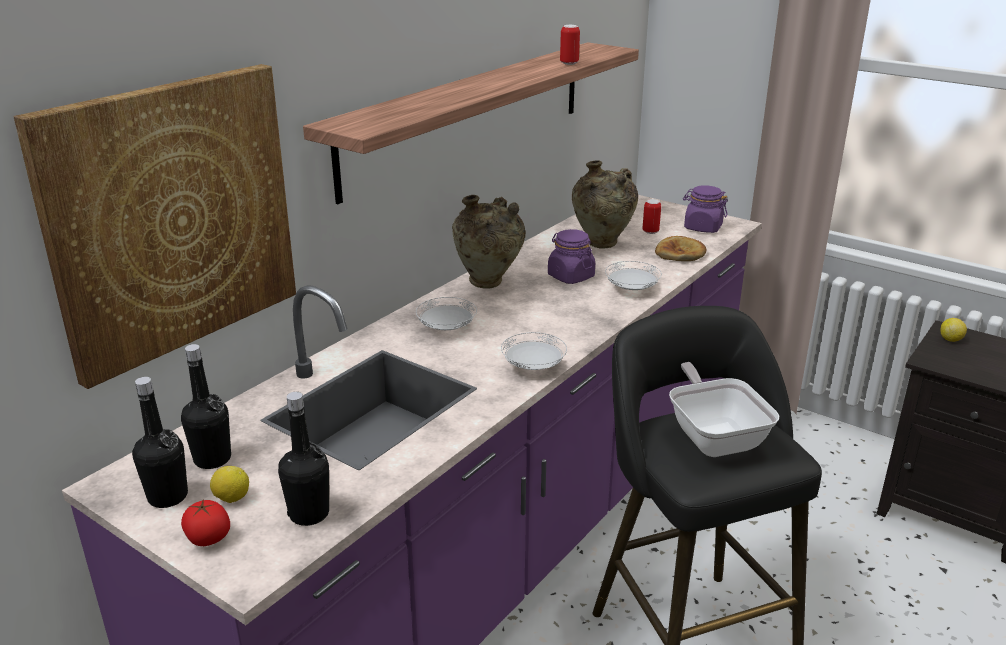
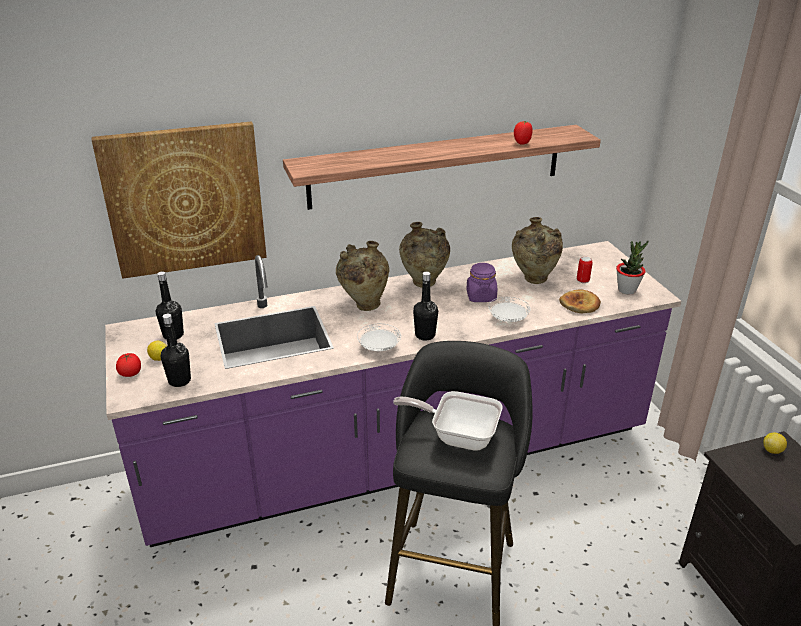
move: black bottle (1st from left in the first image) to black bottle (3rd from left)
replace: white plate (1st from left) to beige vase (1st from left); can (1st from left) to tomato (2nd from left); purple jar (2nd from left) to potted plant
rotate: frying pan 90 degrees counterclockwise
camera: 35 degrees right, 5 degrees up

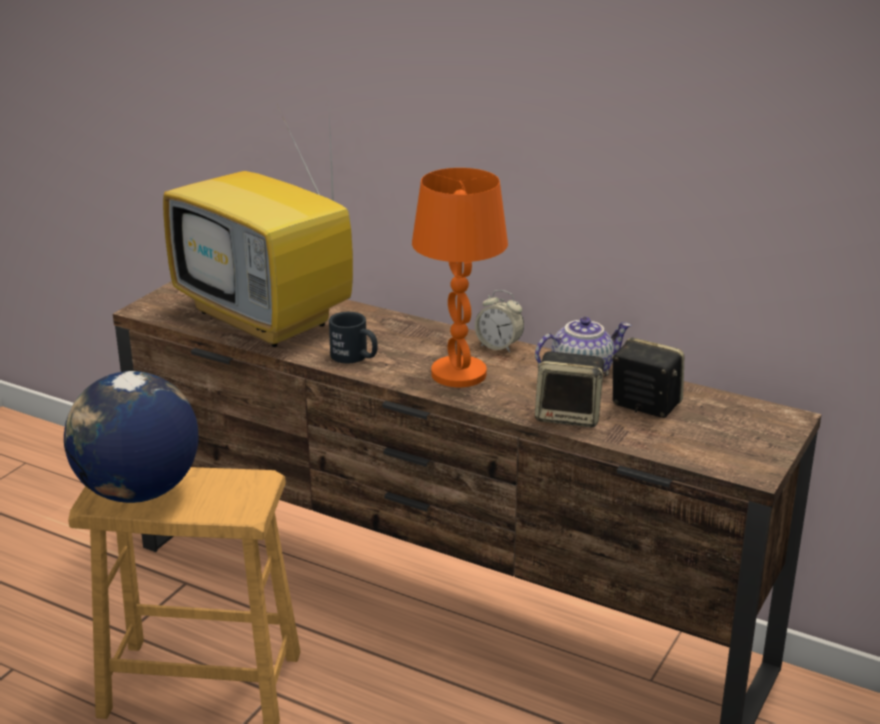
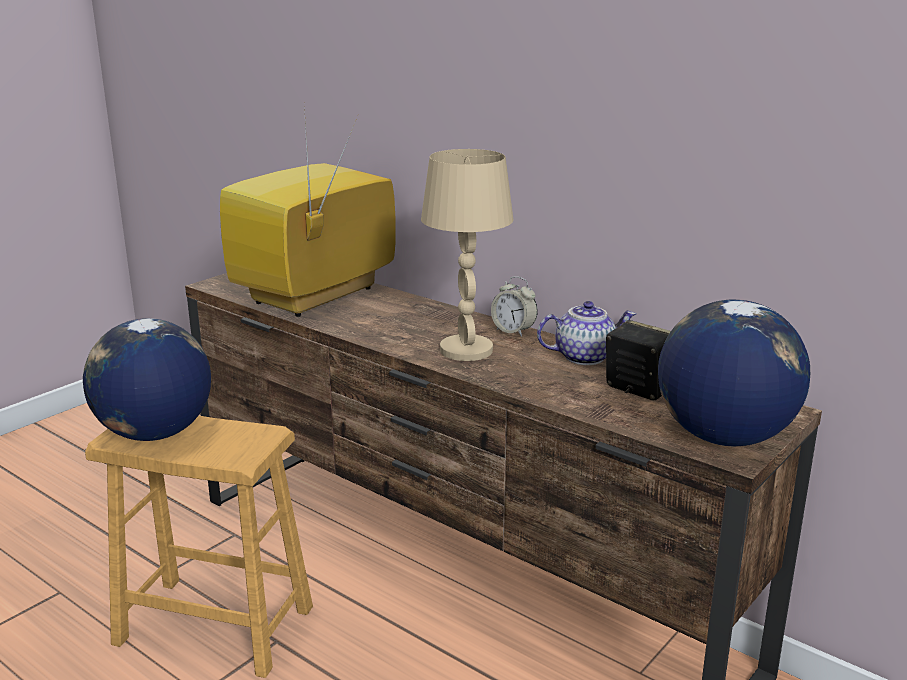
delete: black mug; speaker (1st from left)
insert: globe (2nd from left)
recolor: orange table lamp to beige table lamp
rotate: television 75 degrees clockwise
camera: 10 degrees right, 5 degrees down

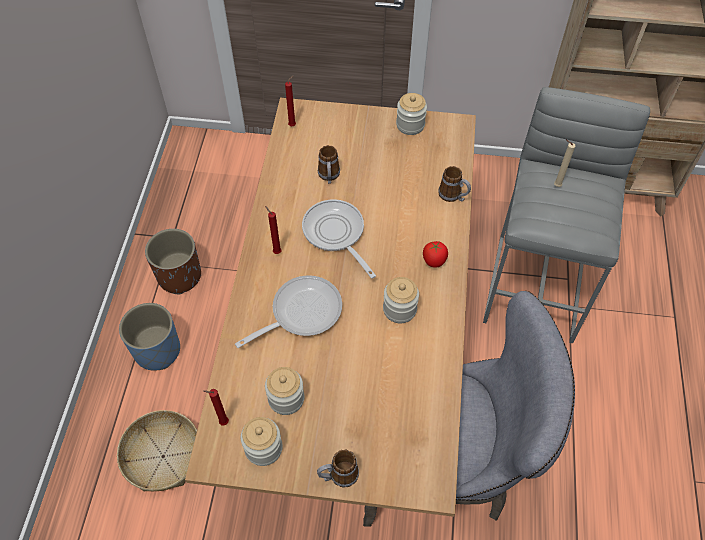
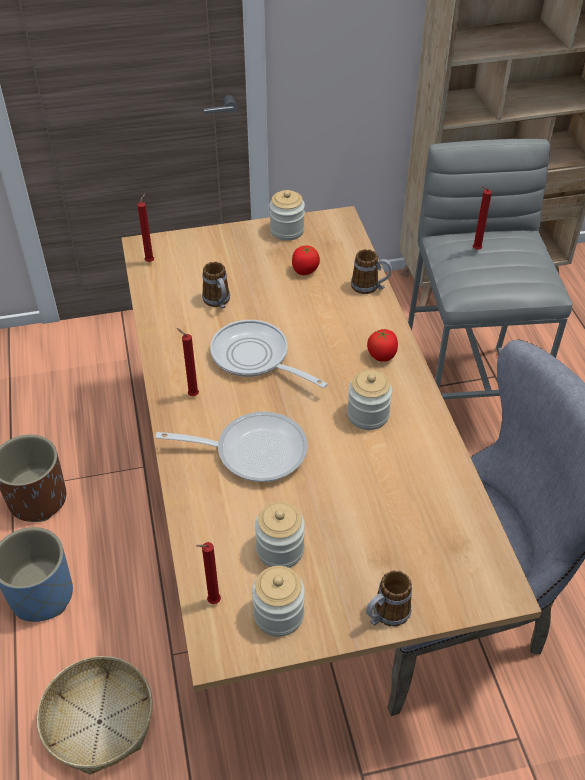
insert: tomato (1st from left)
recolor: beige candle to red candle (4th from left)
rotate: frying pan (1st from left) 60 degrees clockwise
camera: 20 degrees left, 10 degrees down

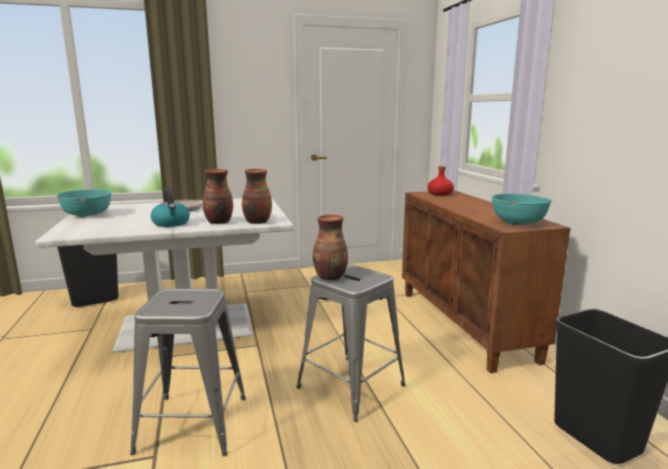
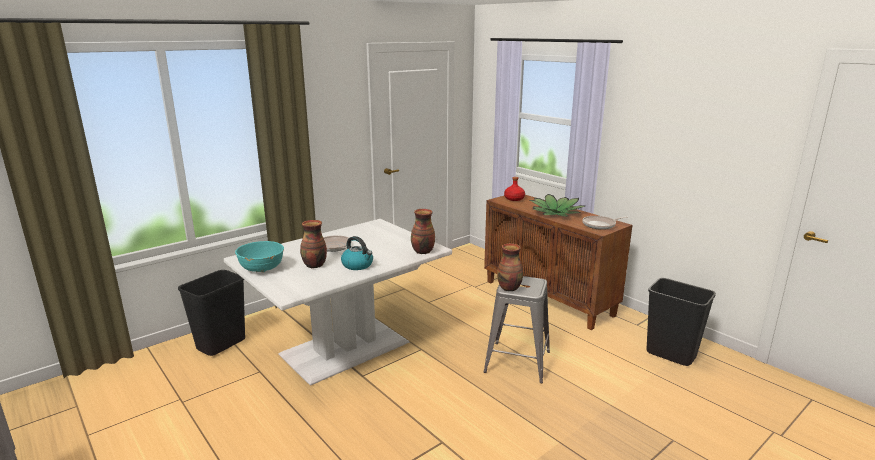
delete: grey stool (1st from left)
insert: potted plant
move: vase (1st from left)
replace: turquoise bowl (2nd from left) to frying pan (2nd from left)
camera: 25 degrees left, 5 degrees up

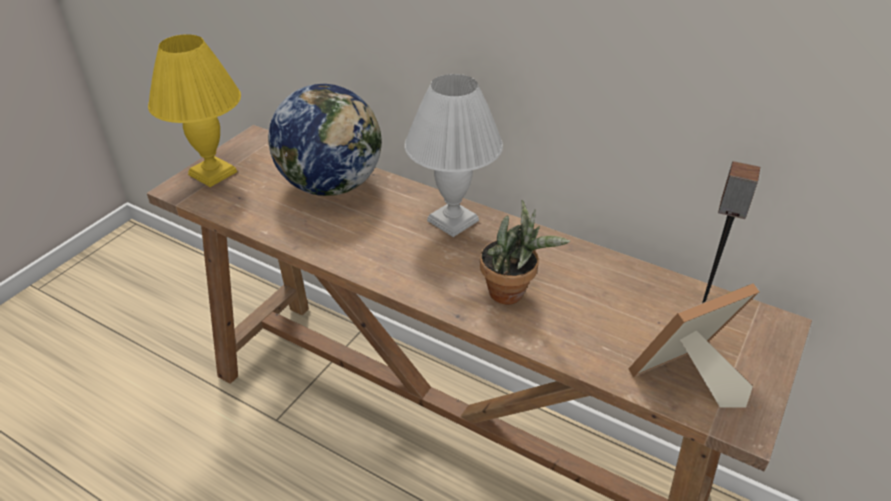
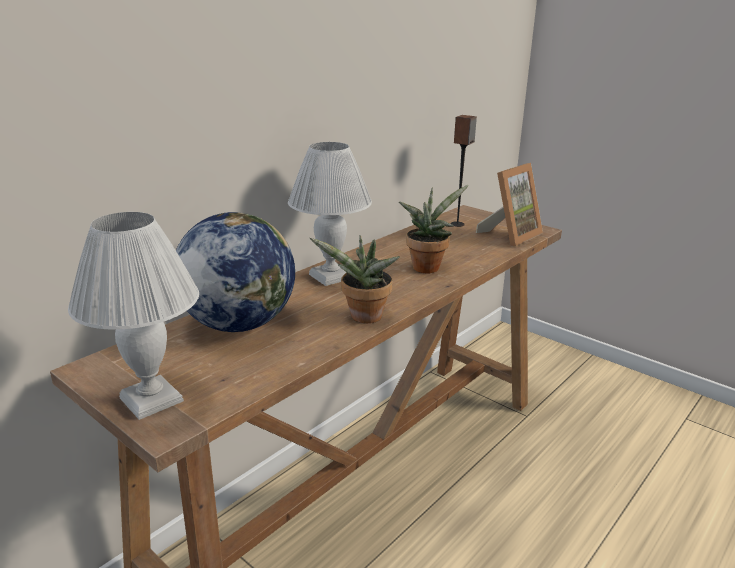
insert: potted plant (1st from left)
recolor: yellow table lamp to white table lamp (1st from left)
rotate: picture frame 120 degrees counterclockwise
camera: 80 degrees left, 15 degrees down

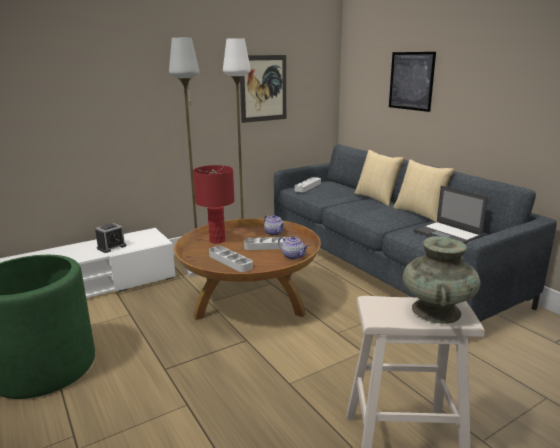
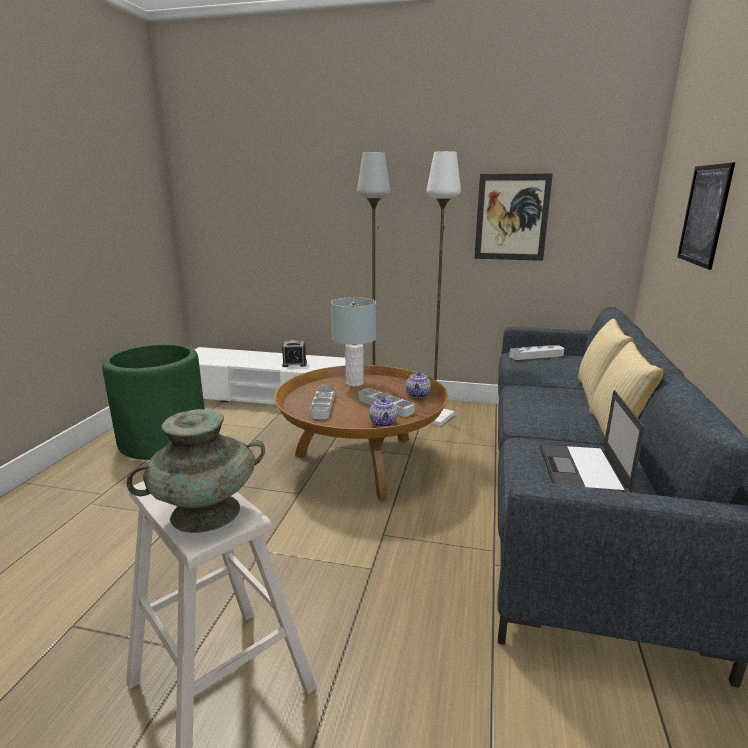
recolor: red table lamp to grey table lamp
camera: 45 degrees right, 0 degrees up

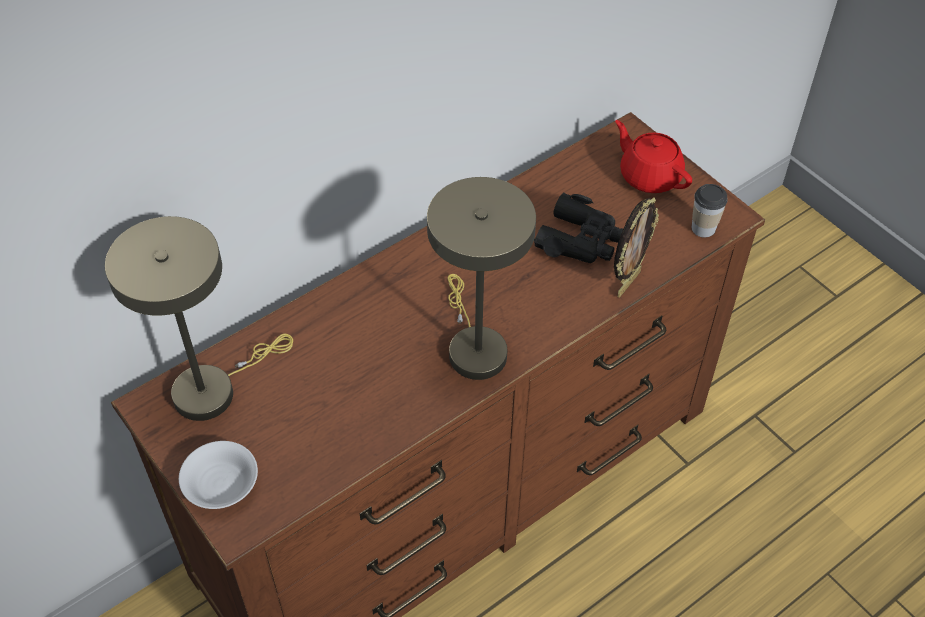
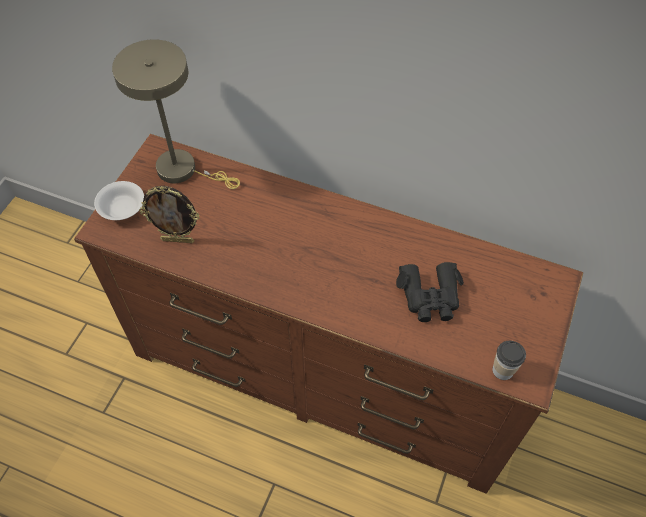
delete: beige table lamp (2nd from left); red teapot
move: picture frame
camera: 60 degrees right, 5 degrees up

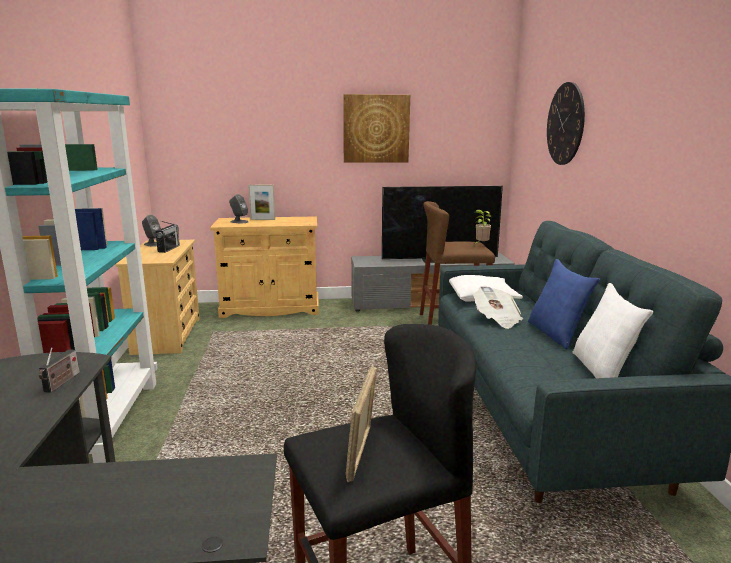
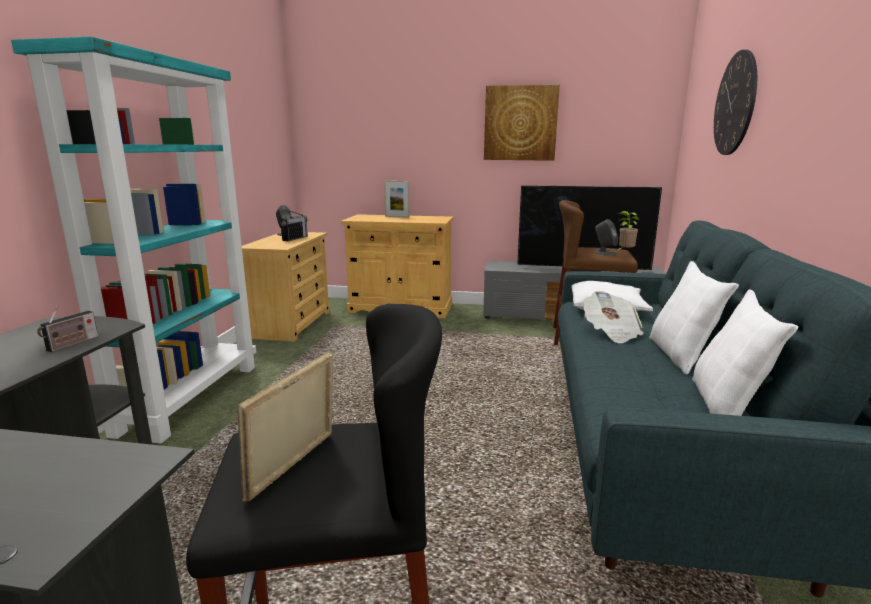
move: grey speaker (2nd from left)
recolor: blue pillow to white pillow (2nd from left)
camera: 15 degrees right, 0 degrees up

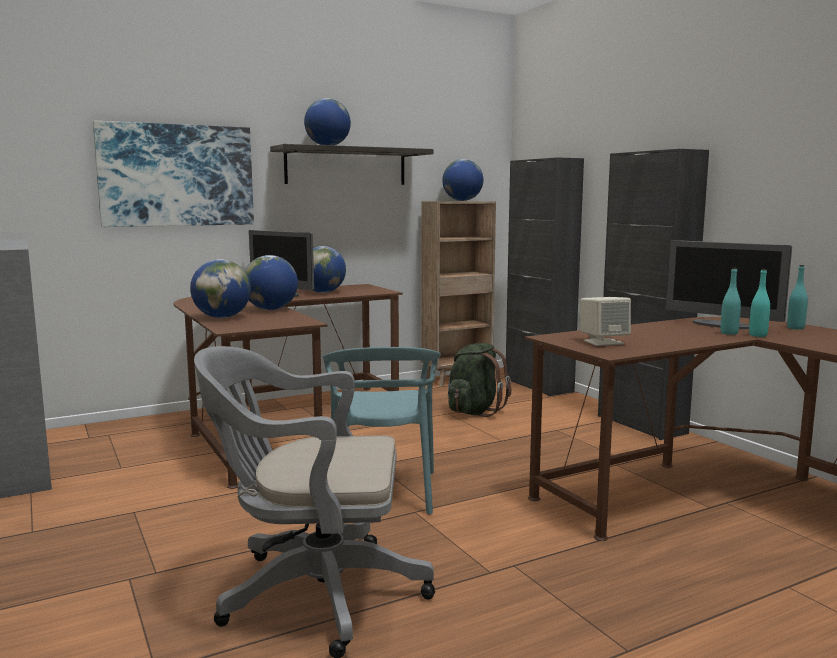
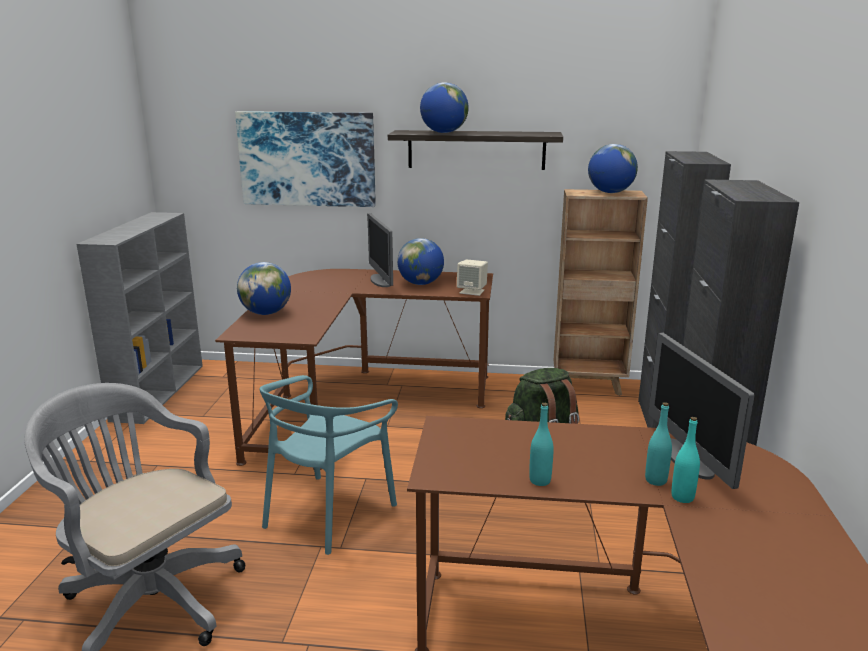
delete: globe (2nd from left)
move: beige speaker; turquoise bottle (3rd from left in the first image) to turquoise bottle (1st from left)
camera: 35 degrees right, 10 degrees up

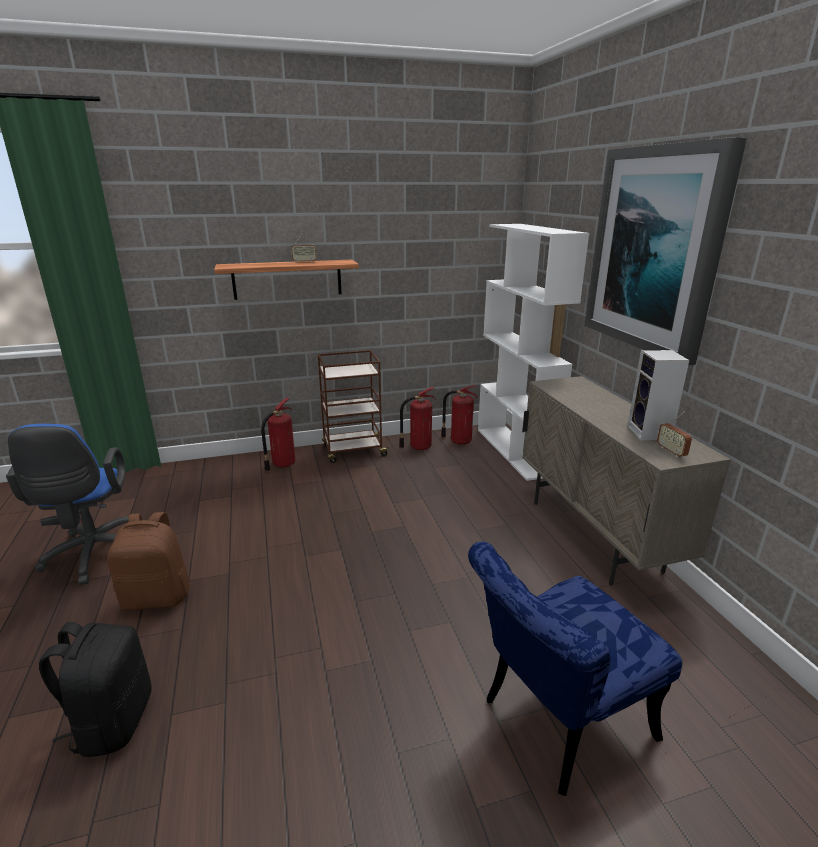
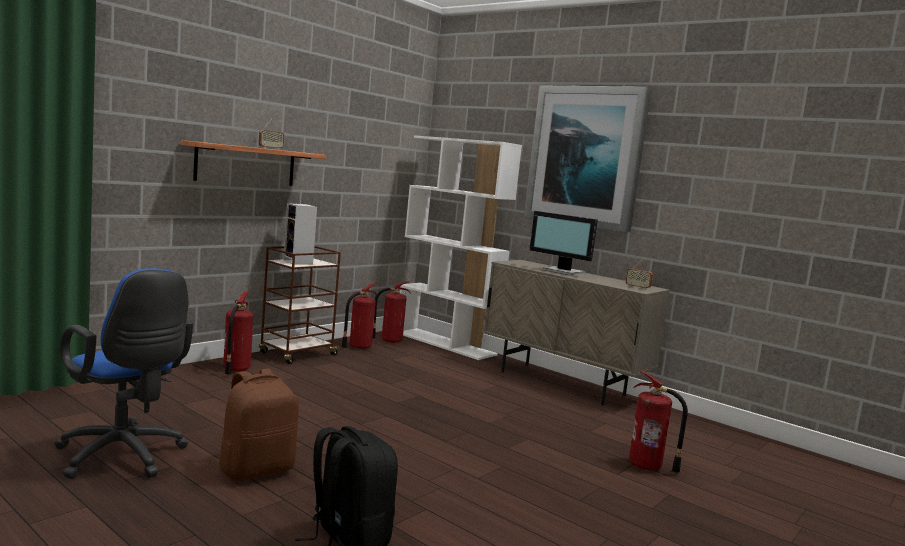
insert: monitor
move: speaker
replace: blue chair to fire extinguisher (4th from left)
camera: 35 degrees left, 15 degrees down

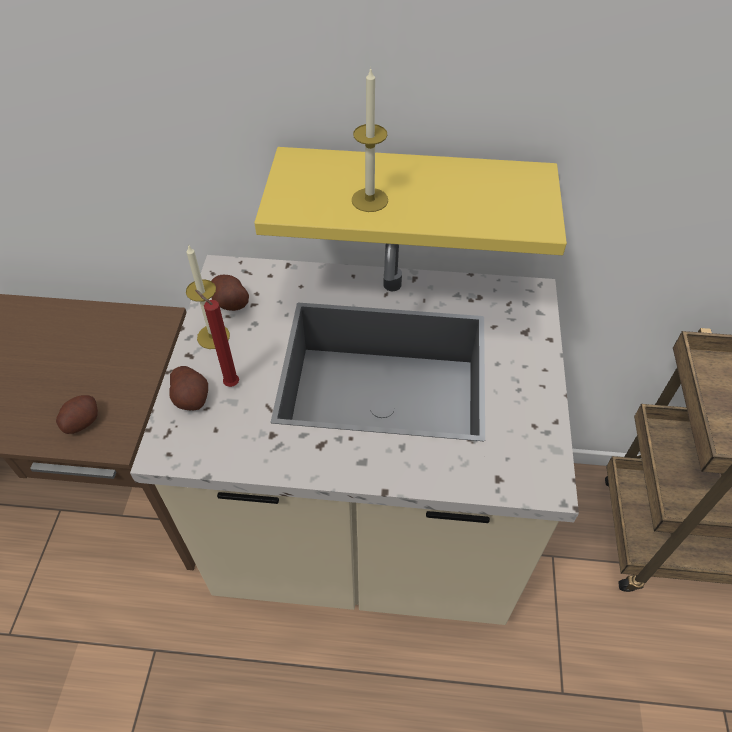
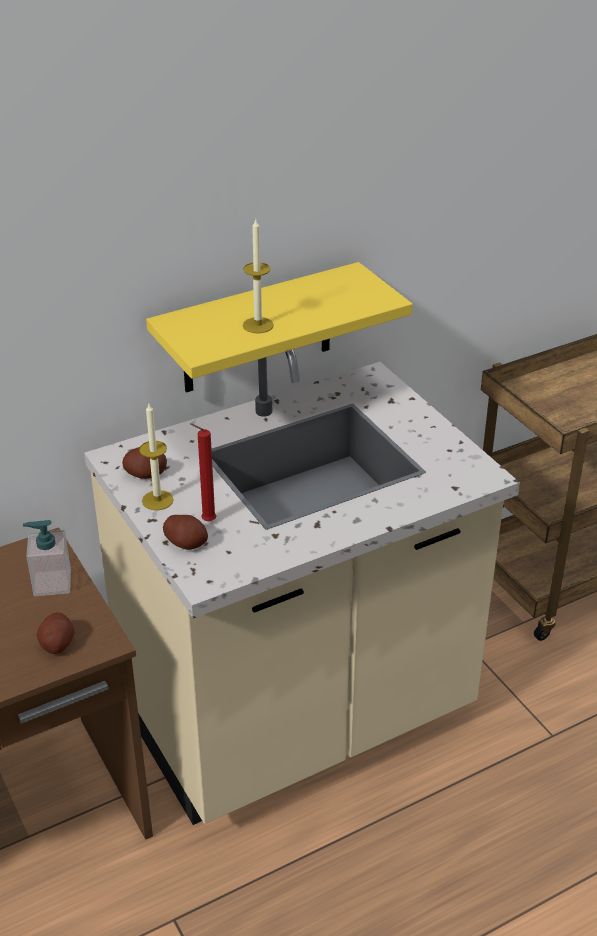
insert: soap dispenser
camera: 35 degrees left, 15 degrees down

